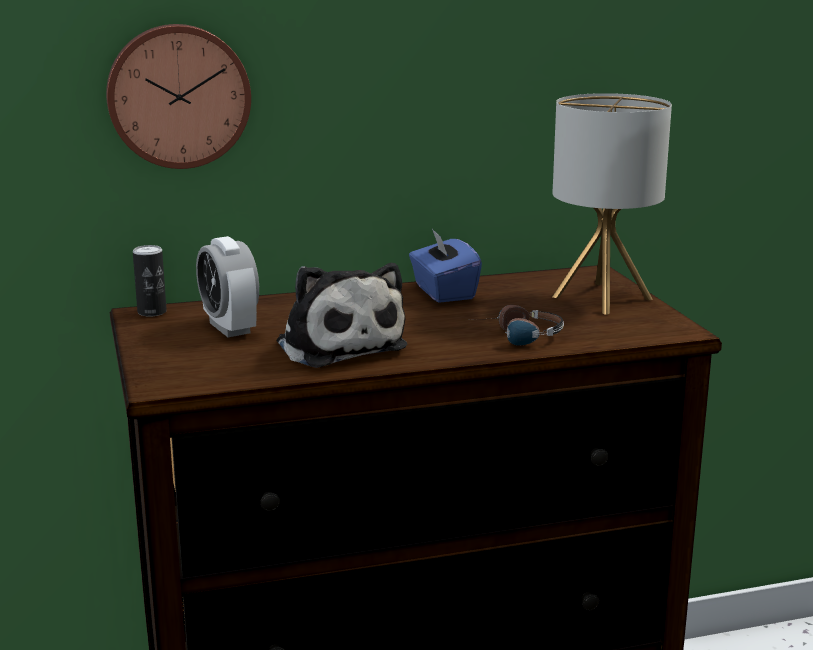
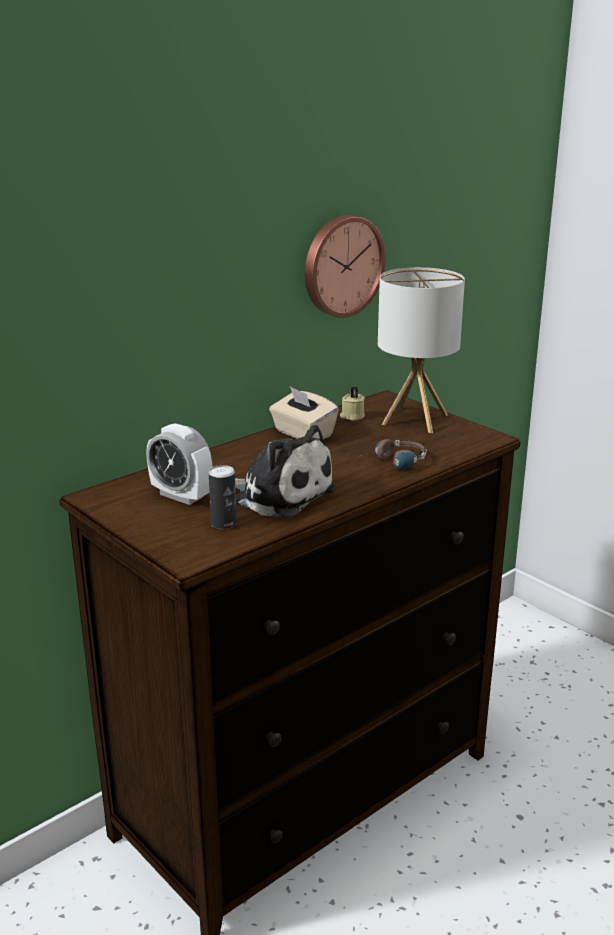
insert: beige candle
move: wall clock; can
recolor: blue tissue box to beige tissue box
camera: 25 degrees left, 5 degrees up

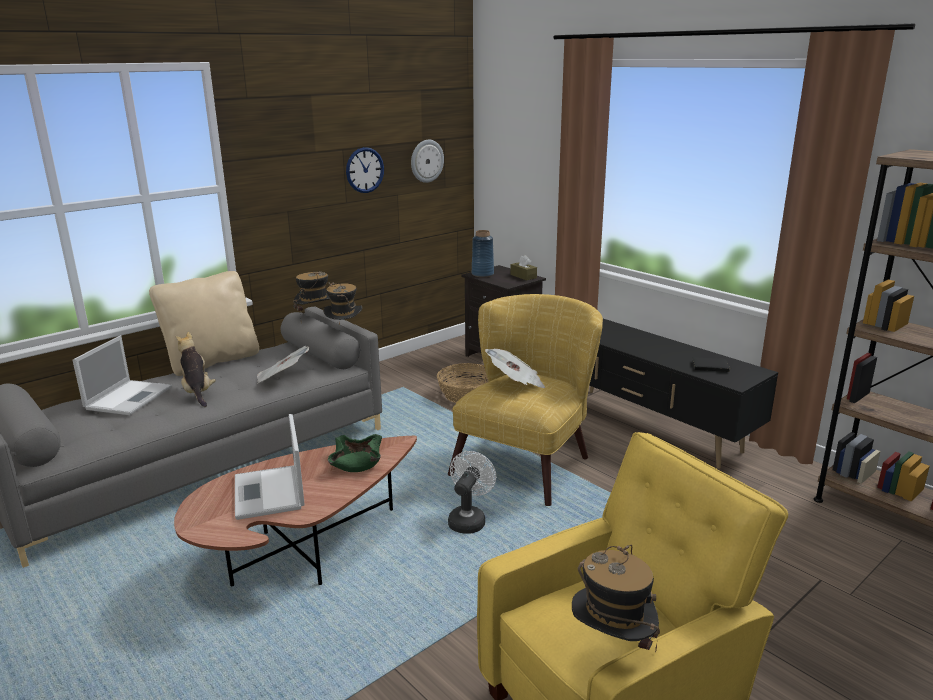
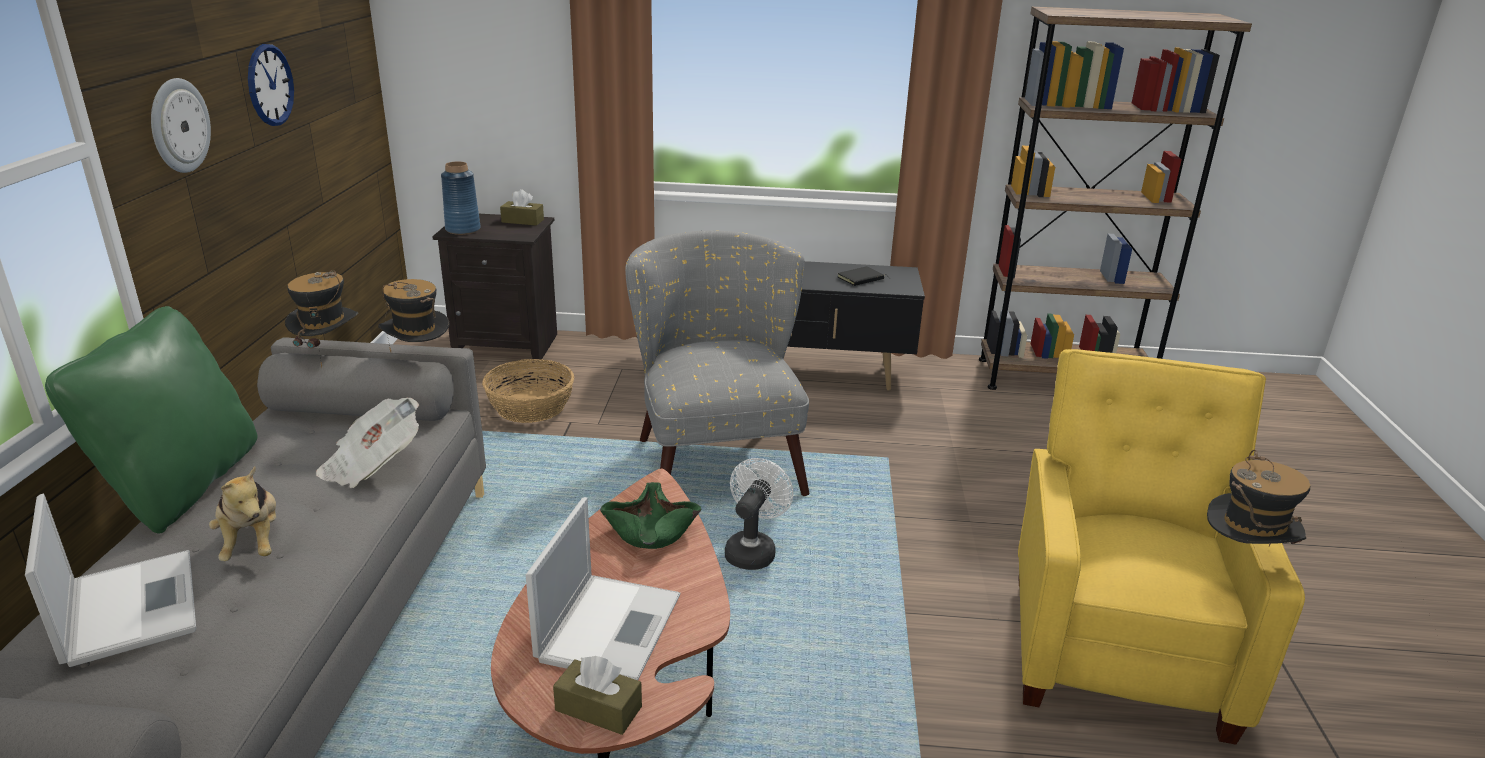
delete: newspaper (2nd from left)
insert: brown tissue box (2nd from left)
move: wall clock (2nd from left in the first image) to wall clock (1st from left)
recolor: beige pillow to green pillow; yellow armchair (1st from left) to grey armchair
rotate: plush toy 135 degrees counterclockwise; laptop (2nd from left) 105 degrees counterclockwise; white fan 45 degrees clockwise
camera: 45 degrees left, 5 degrees up

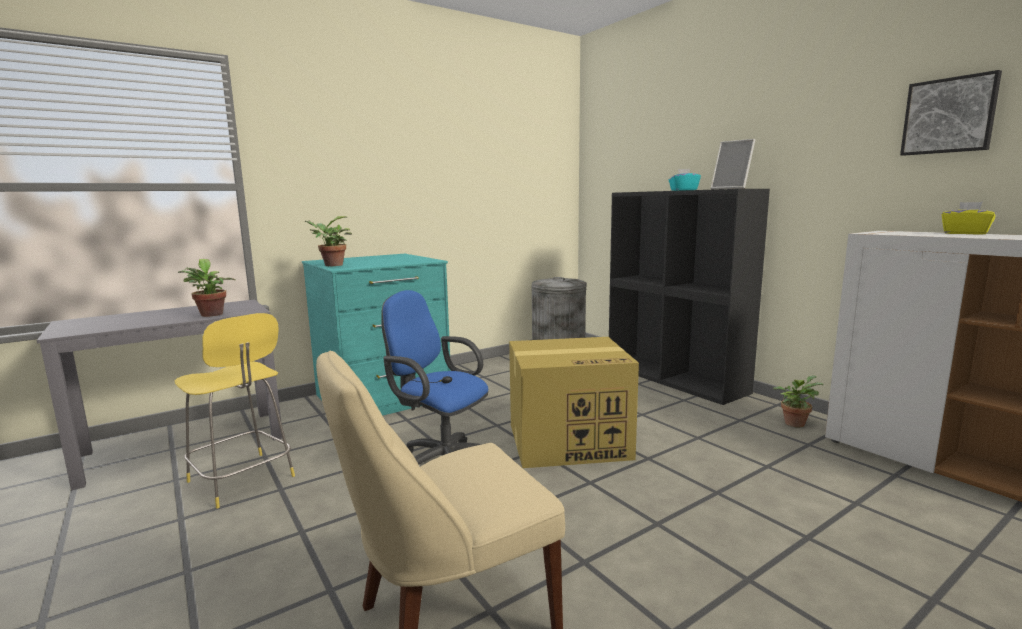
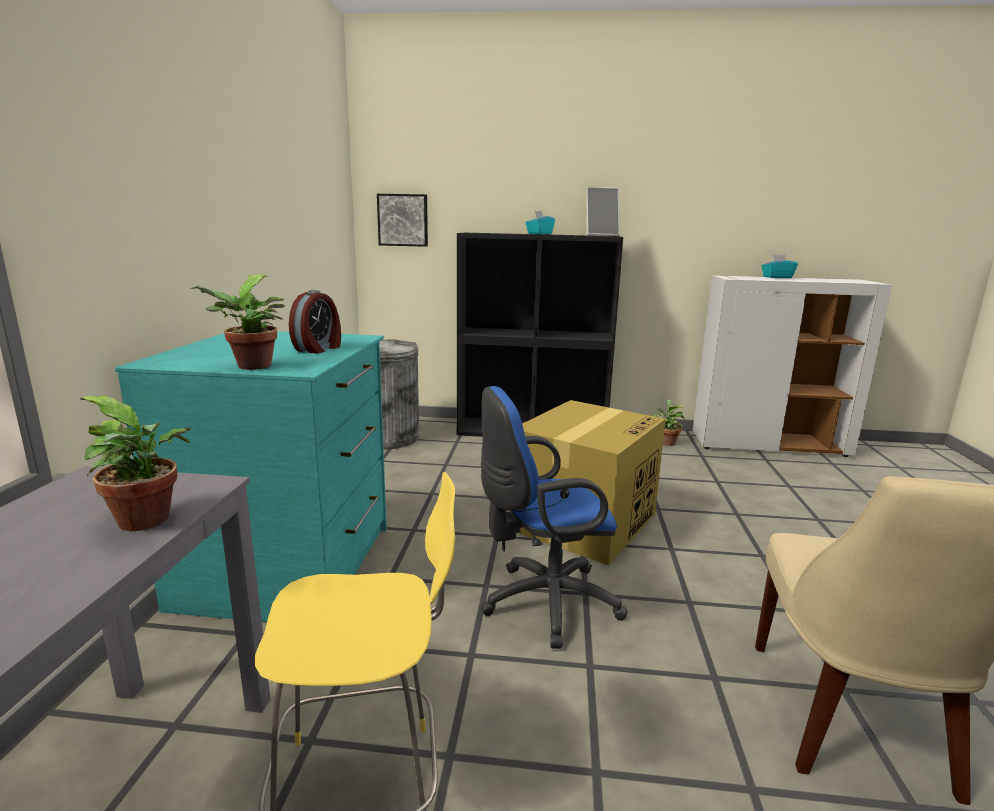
insert: alarm clock
move: picture
recolor: yellow tissue box to turquoise tissue box (2nd from left)
camera: 50 degrees left, 5 degrees up

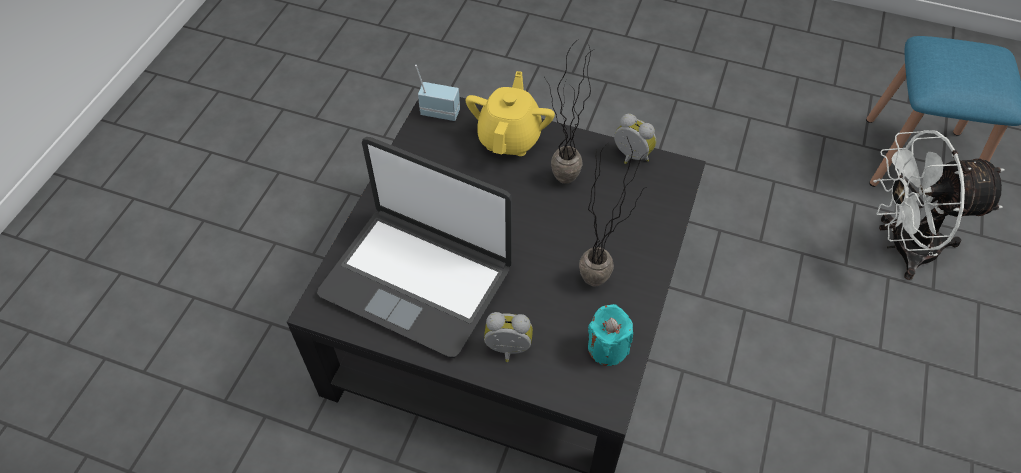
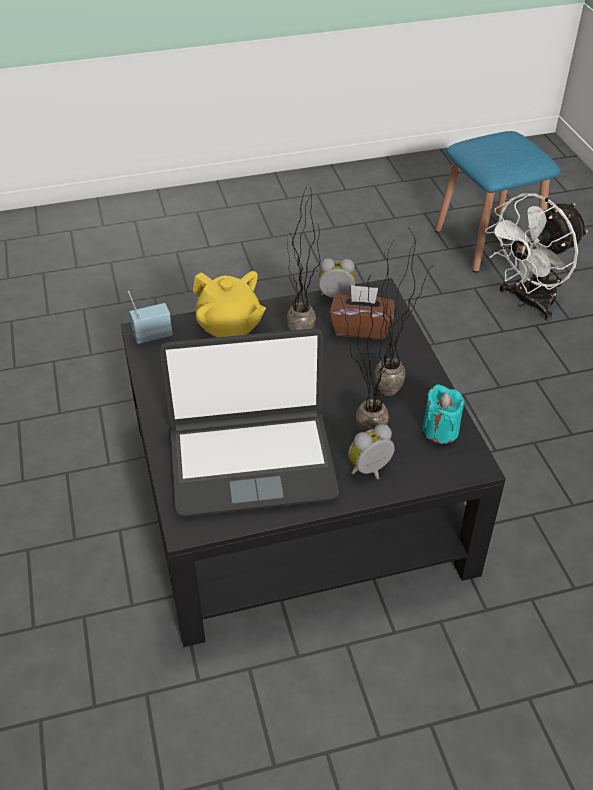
insert: brown tissue box; potted plant (2nd from left)
rotate: yellow teapot 150 degrees clockwise
camera: 35 degrees left, 10 degrees down

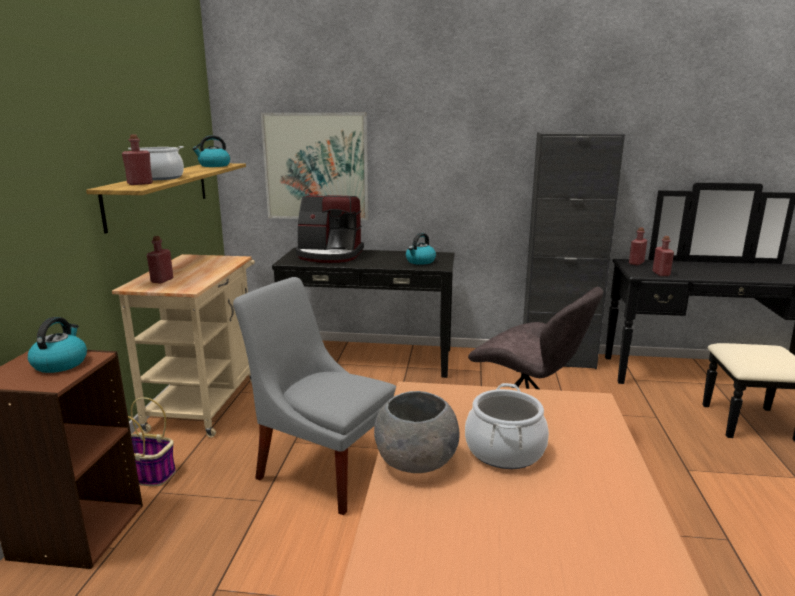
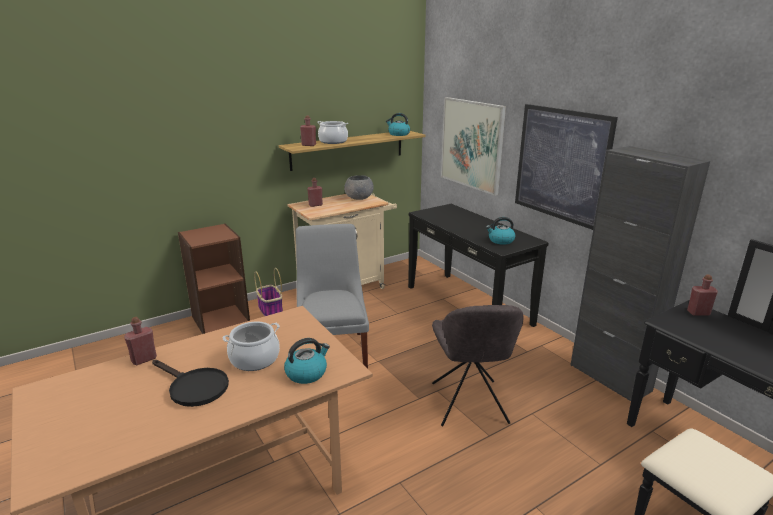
delete: coffee machine
insert: black frying pan; picture (2nd from left)
move: kettle (1st from left); grey bowl; red bottle (4th from left in the first image) to red bottle (1st from left)
camera: 50 degrees right, 5 degrees up

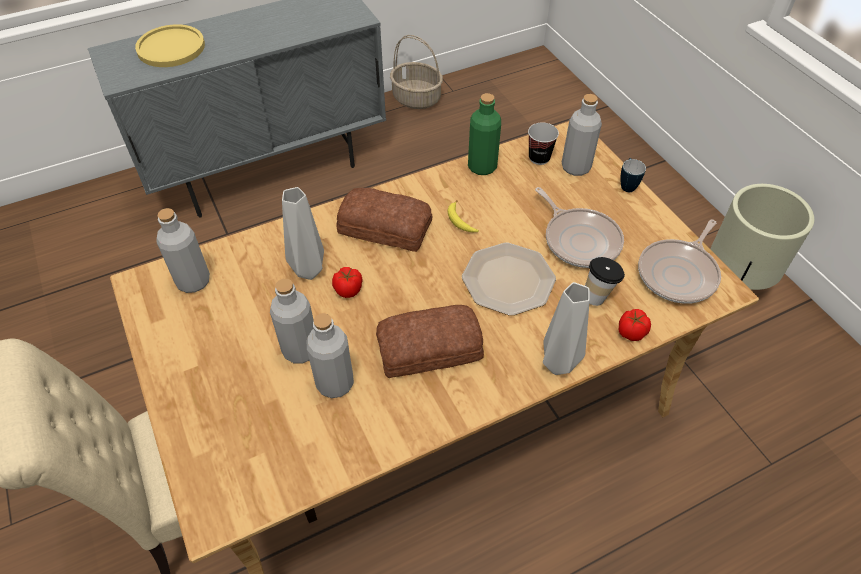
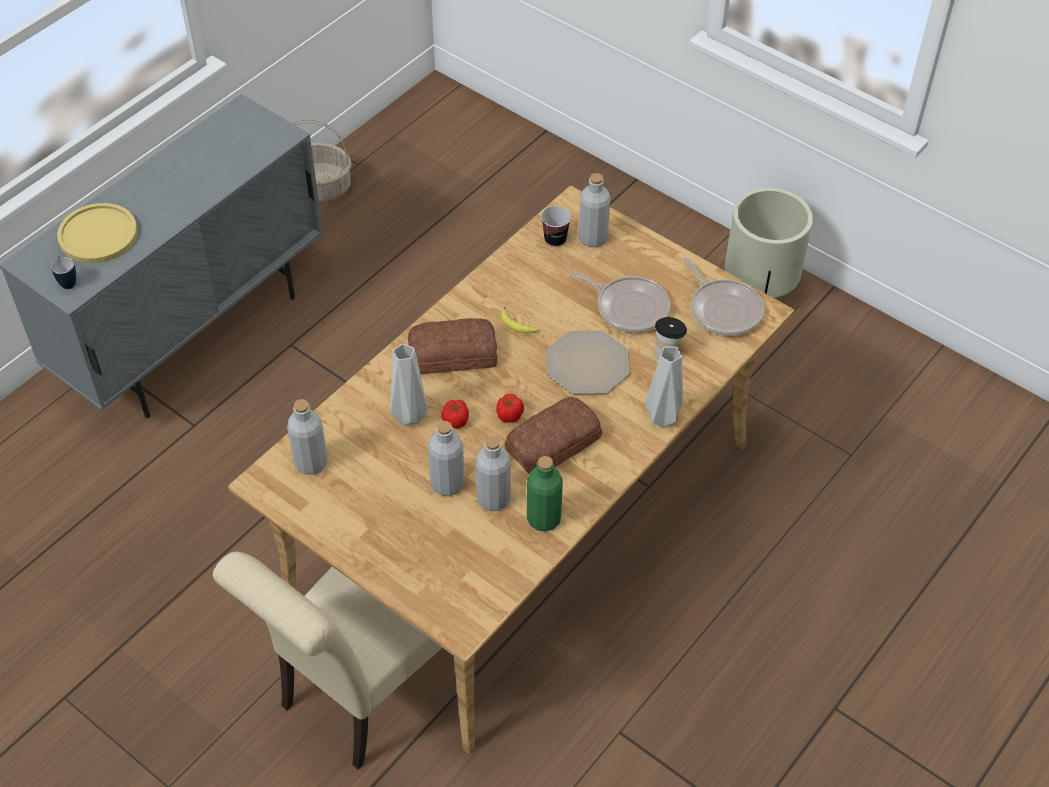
move: green bottle; tomato (2nd from left); mug
rotate: frying pan (2nd from left) 45 degrees counterclockwise
camera: 25 degrees left, 0 degrees up

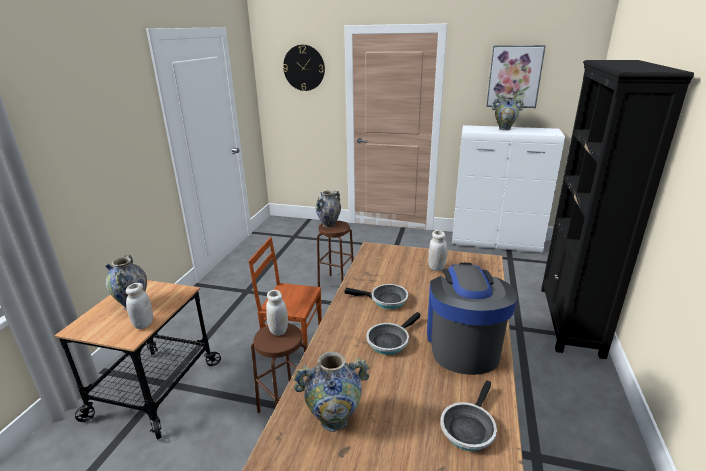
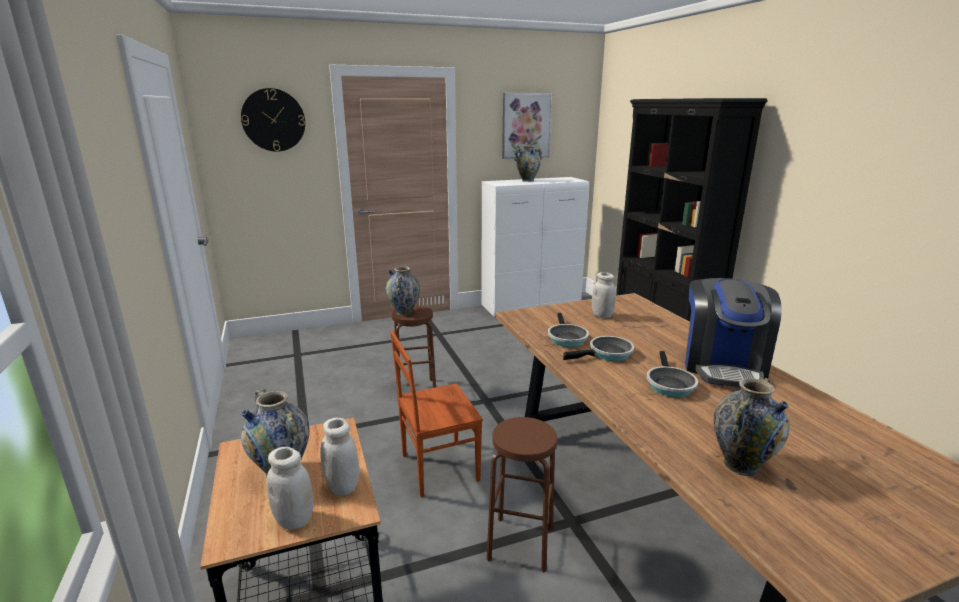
move: white jar (2nd from left in the first image) to white jar (1st from left); frying pan (3rd from left in the first image) to frying pan (1st from left)
rotate: coffee machine 135 degrees counterclockwise
camera: 35 degrees left, 5 degrees down

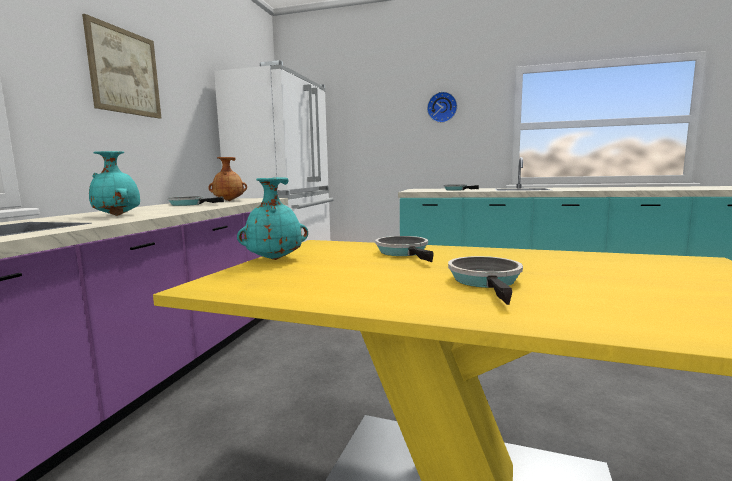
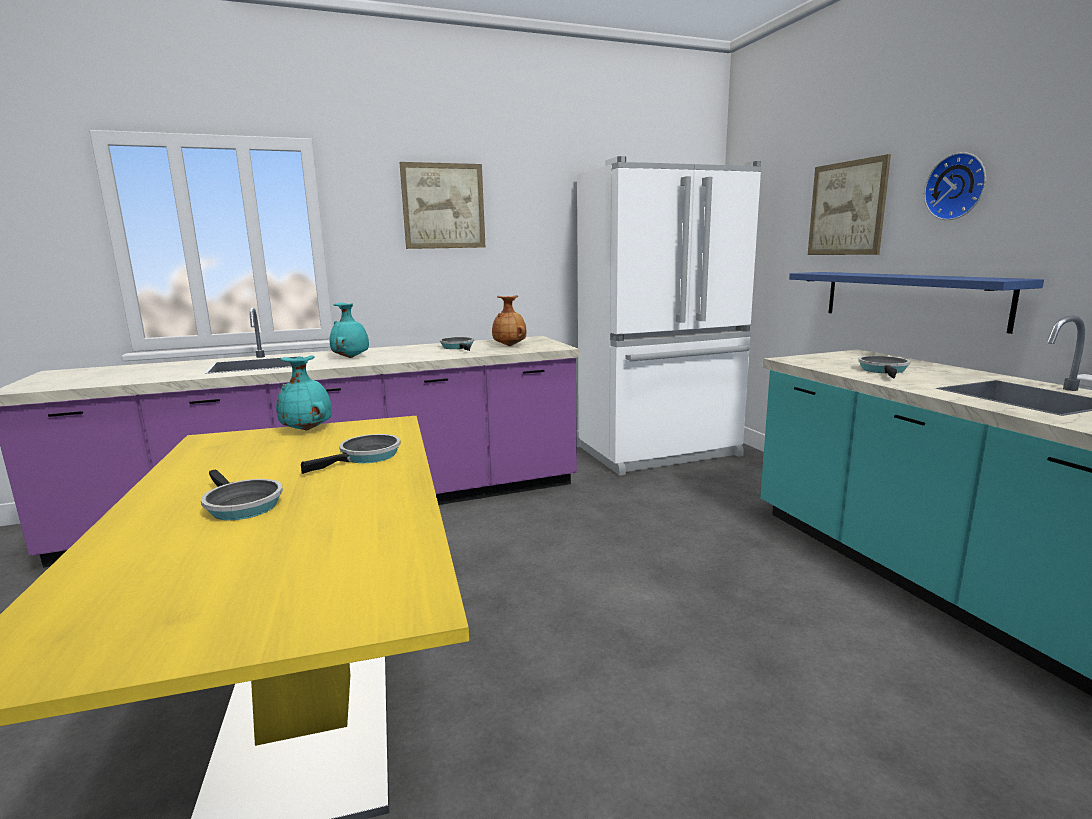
insert: blue shelf; picture (2nd from left)
rotate: frying pan (4th from left in the first image) 75 degrees clockwise
camera: 55 degrees right, 5 degrees up

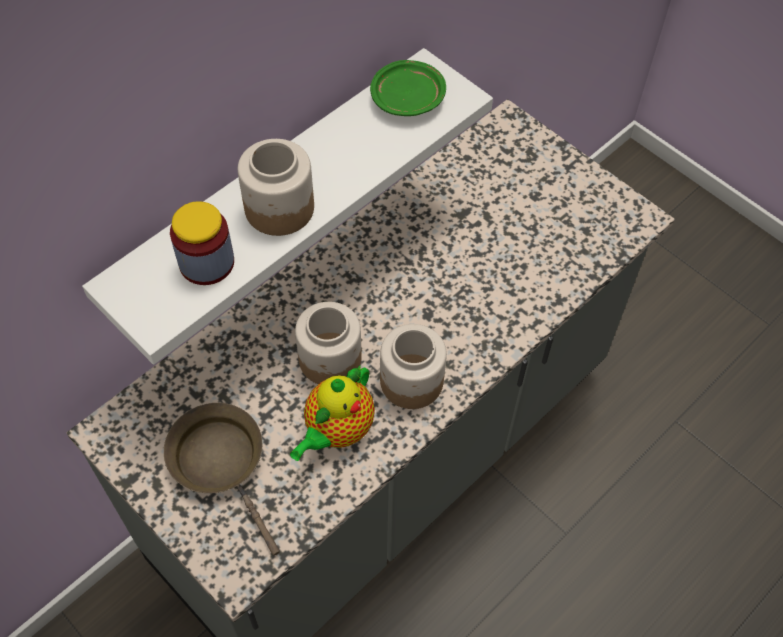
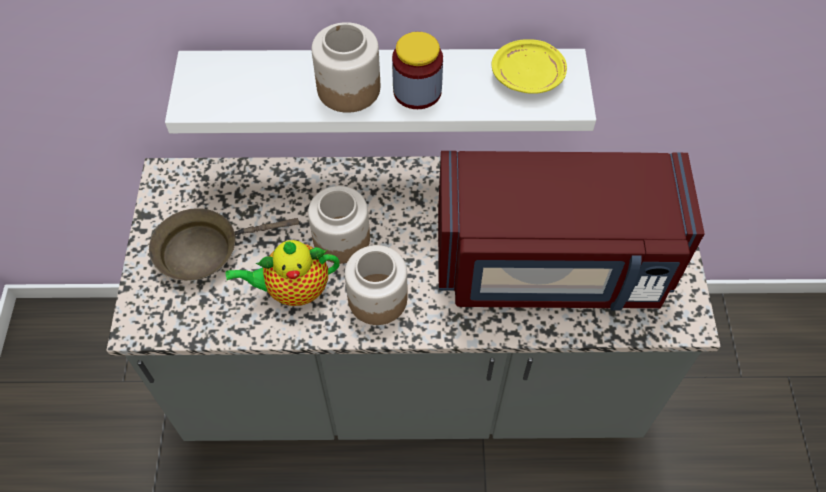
insert: red microwave
move: jar (1st from left in the first image) to jar (4th from left)
recolor: green plate to yellow plate
rotate: brown frying pan 120 degrees counterclockwise
camera: 45 degrees right, 0 degrees up

